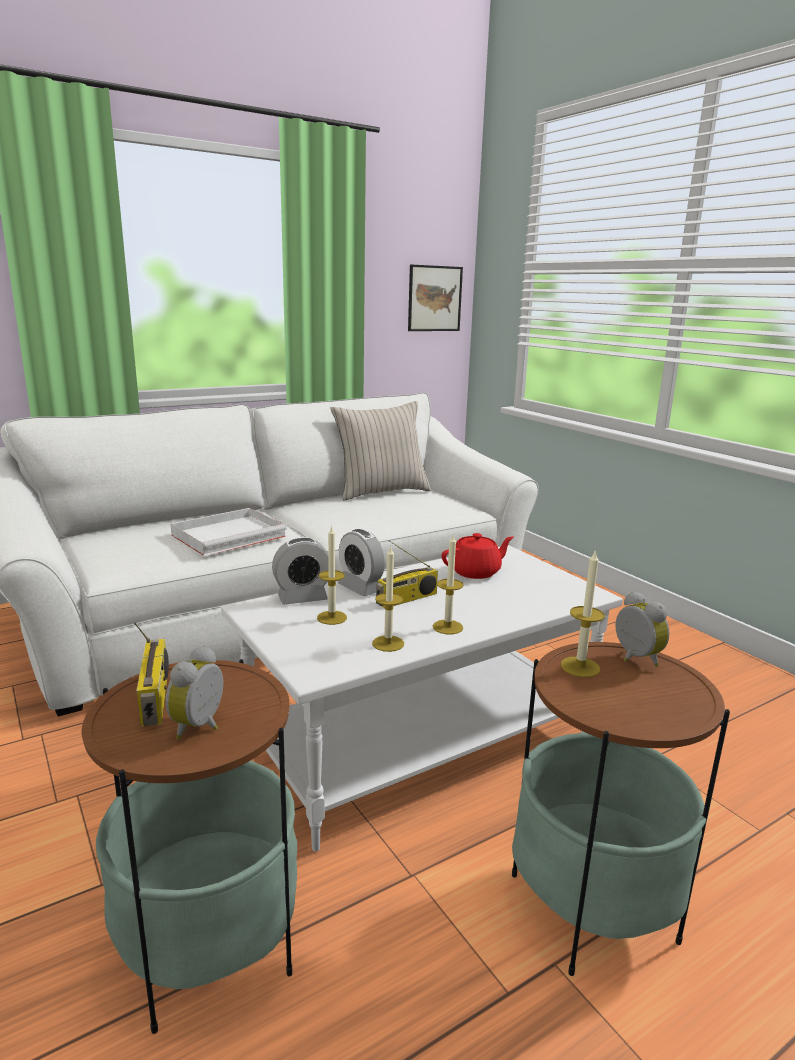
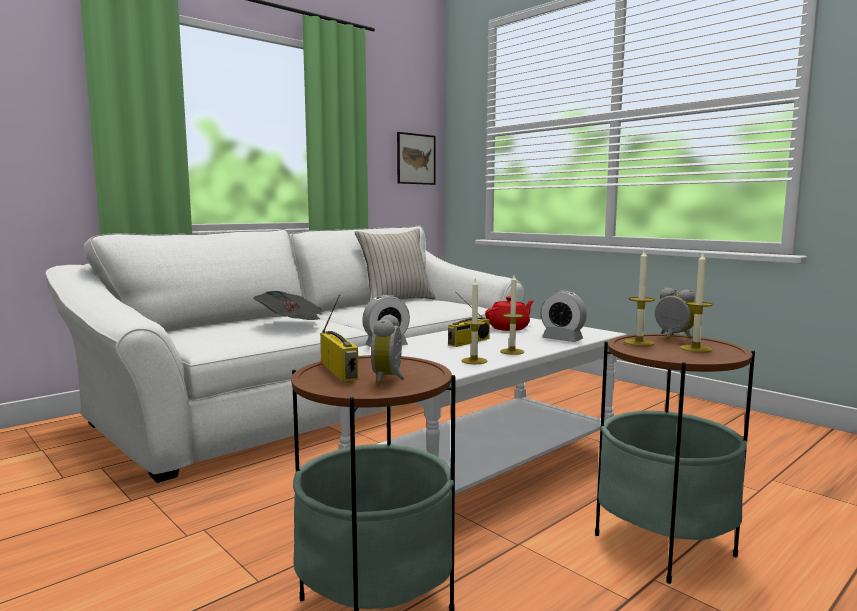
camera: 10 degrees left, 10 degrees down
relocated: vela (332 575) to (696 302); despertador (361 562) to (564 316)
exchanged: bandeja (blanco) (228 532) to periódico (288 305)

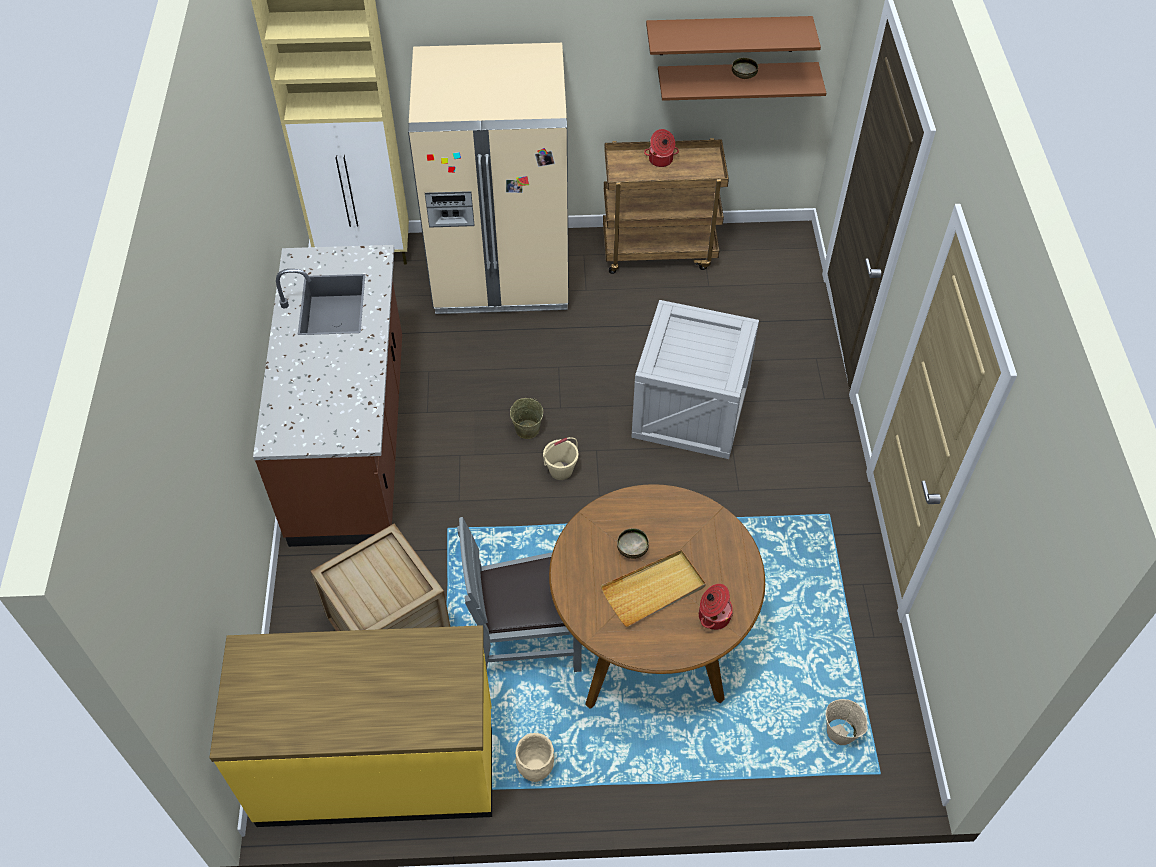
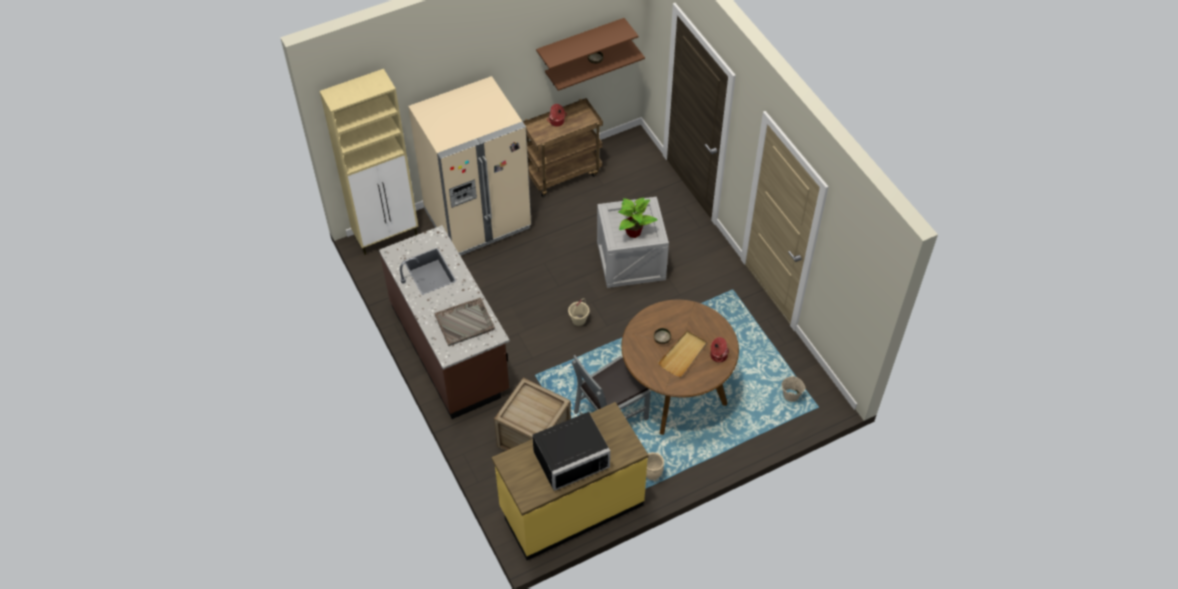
camera: 25 degrees left, 0 degrees up
missing: cubo (beis) (526 418)
appeared: bandeja (gris) (465 322); microondas (negro) (571 451); planta en maceta (638 218)

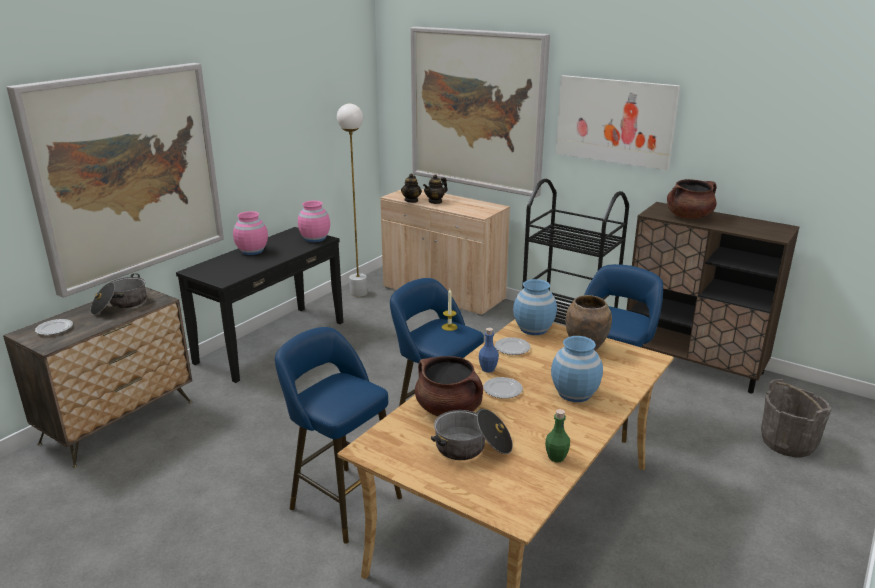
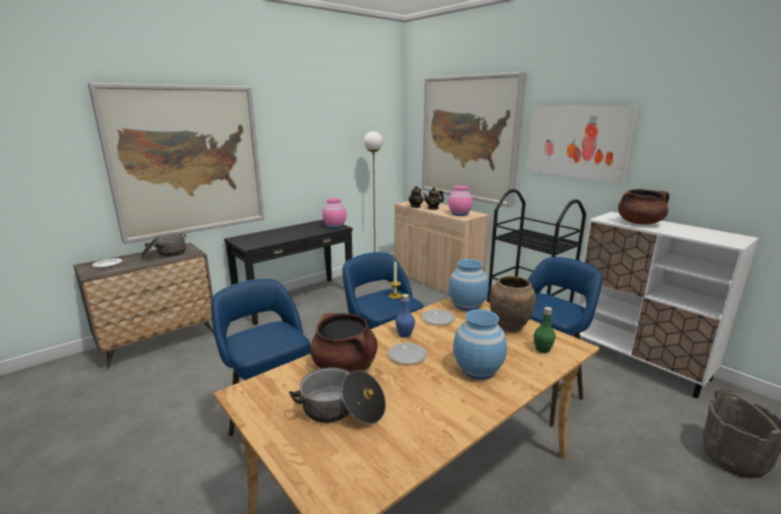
camera: 15 degrees right, 5 degrees down
relocated: florero (rosa) (250 233) to (460 201); botella (verde) (557 436) to (545 330)
colour: armario (marrón) (712 298) to armario (blanco) (667 305)

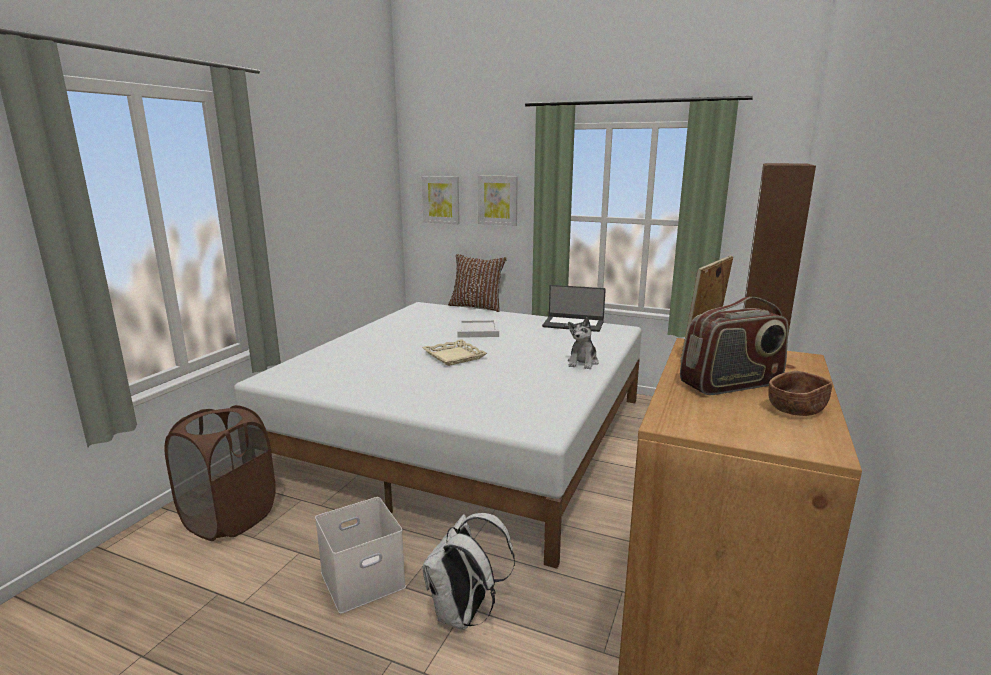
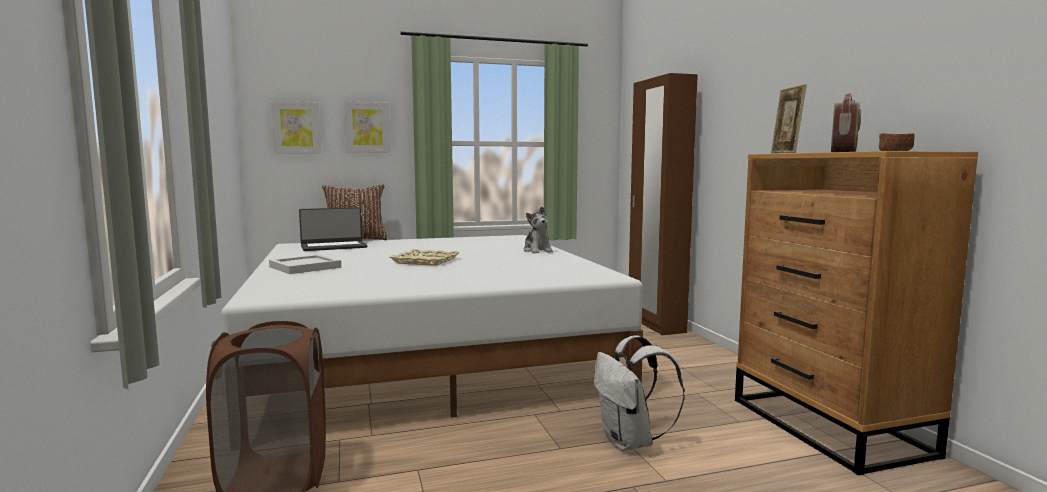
camera: 40 degrees left, 10 degrees down
missing: caja de almacenaje (blanco) (360 555)
relocated: bandeja (blanco) (478 329) to (305 264); portátil (574 308) to (333 229)

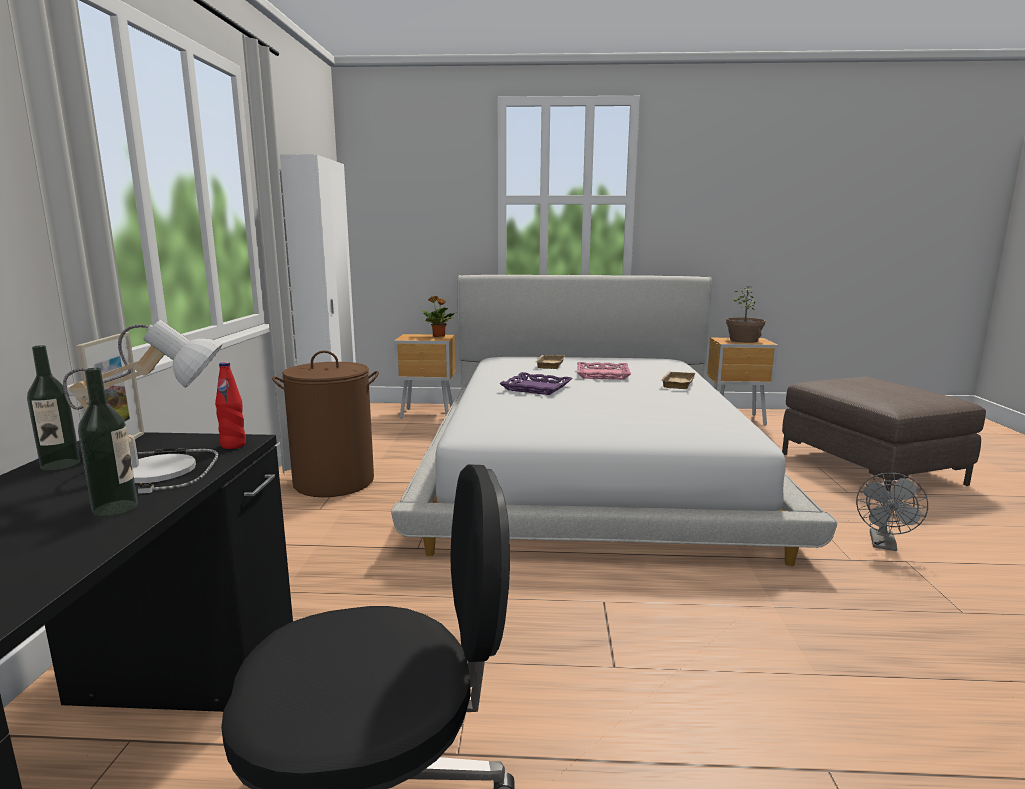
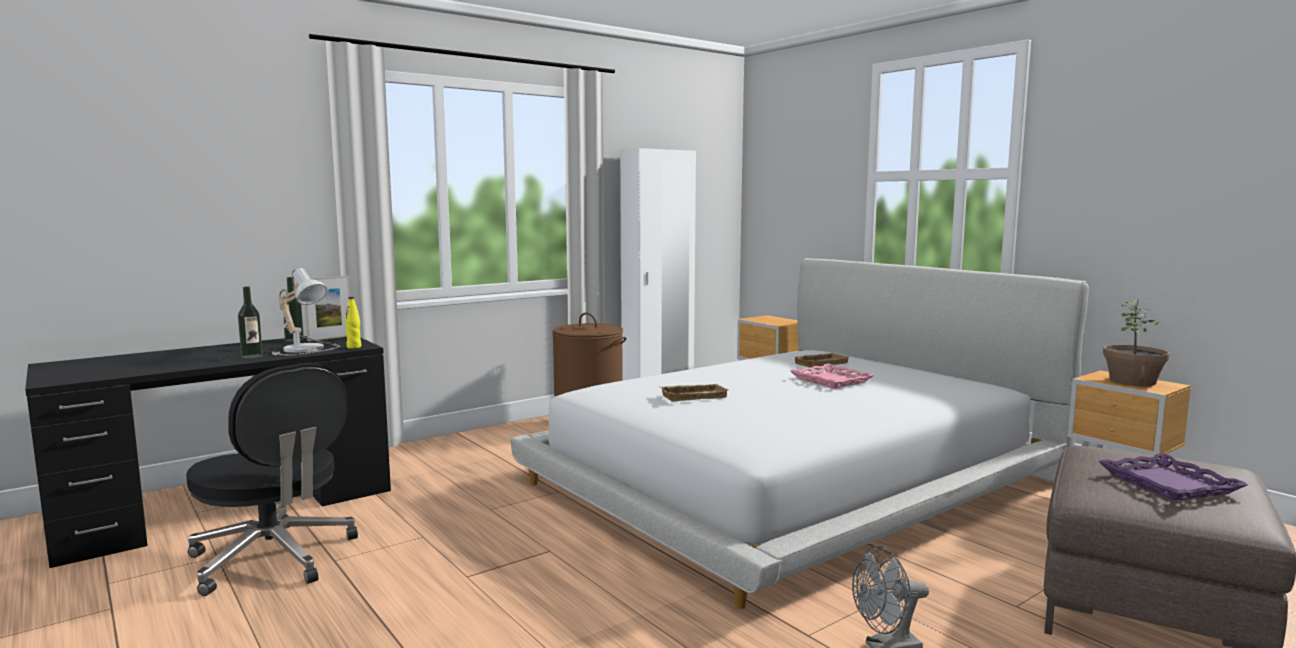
camera: 50 degrees right, 5 degrees down
missing: planta en maceta (439 316)
relocated: bandeja (morado) (535 383) to (1173 477); bandeja (beis) (678 380) to (694 392)
colour: botella (rojo) (230 405) to botella (amarillo) (353 323)

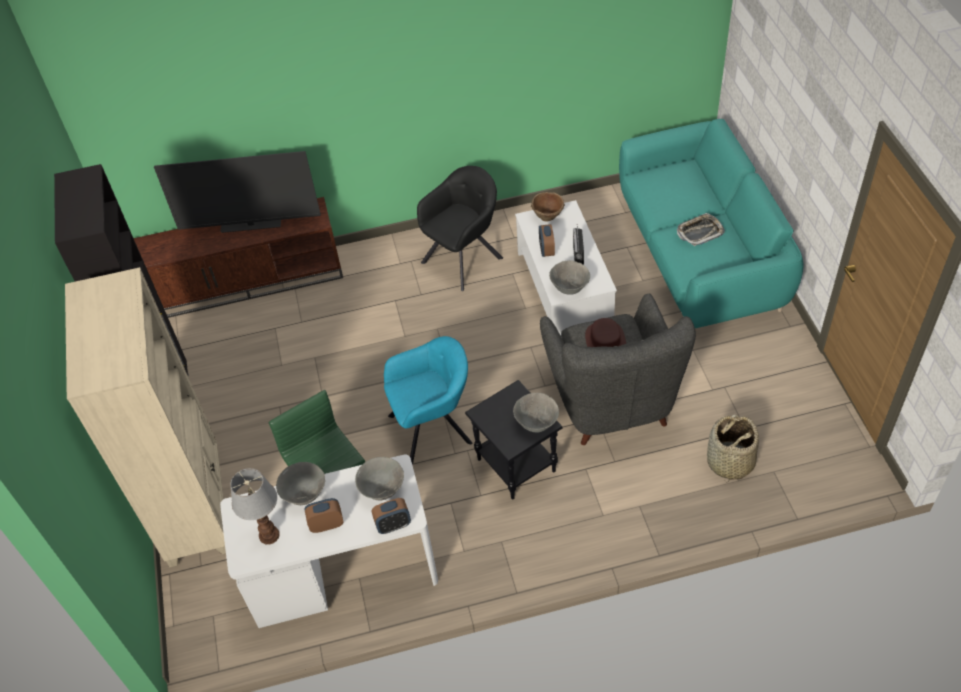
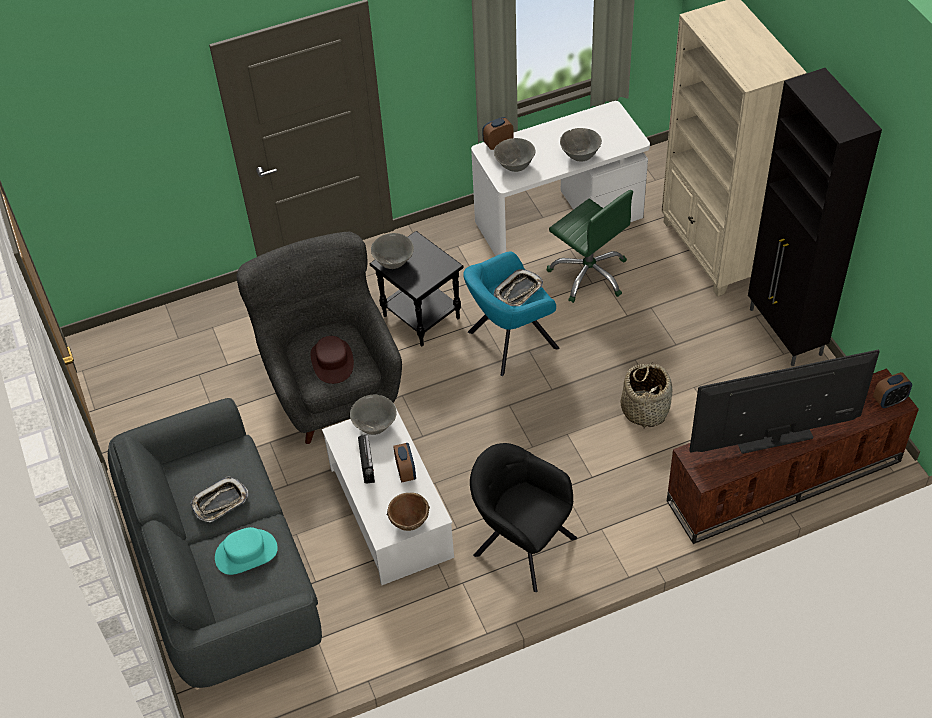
camera: 170 degrees right, 0 degrees up
missing: lámpara de mesa (255 506)
appeared: sombrero (turquesa) (246 551); bandeja (518 287)
relocated: despertador (323 515) to (892 390); cesta (733 448) to (647 396)
colour: sofá (turquesa) (711 223) to sofá (gris) (215 544)
spun: sillón (negro) (460 228) = (523 517) 90 degrees clockwise

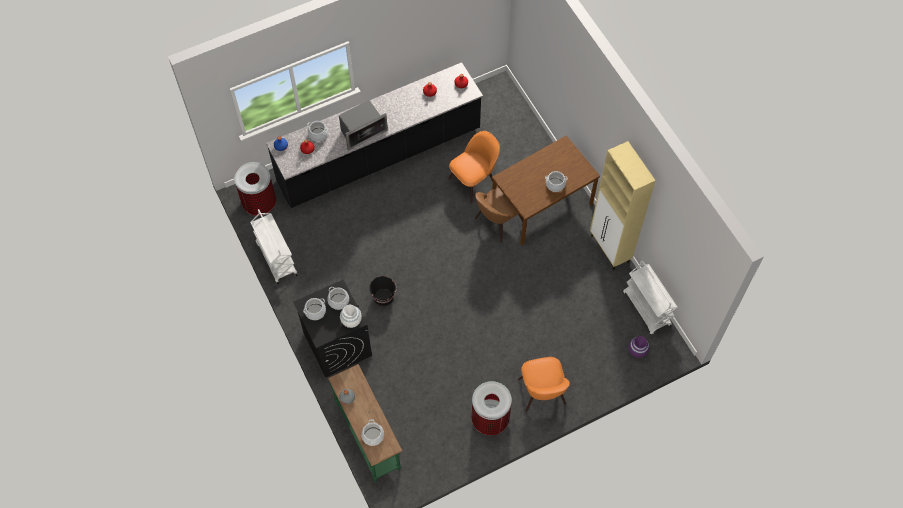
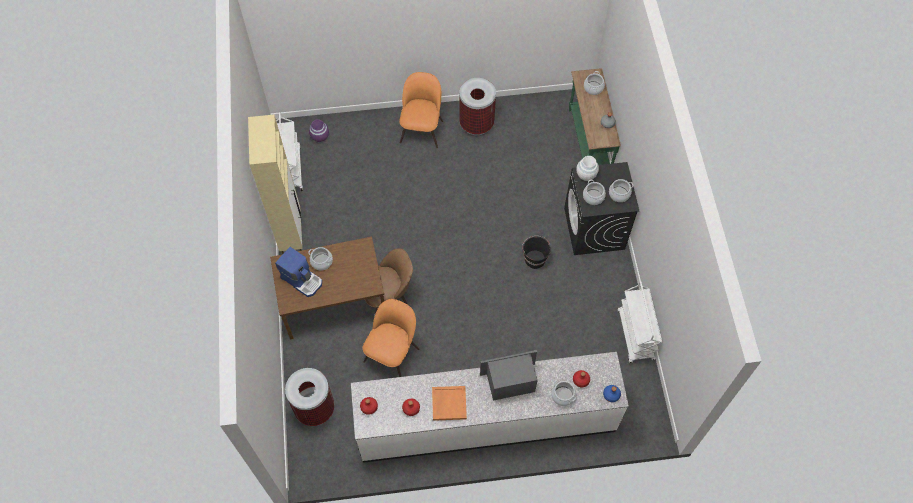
camera: 160 degrees left, 0 degrees up
appeared: cafetera (298 272); bandeja (naranja) (449 403)
relocated: papelera (255 189) to (309 397)
colour: mueble bajo de cocina (negro) (374 135) to mueble bajo de cocina (blanco) (490 407)
spun: silla (naranja) (474 167) = (391 338) 135 degrees clockwise

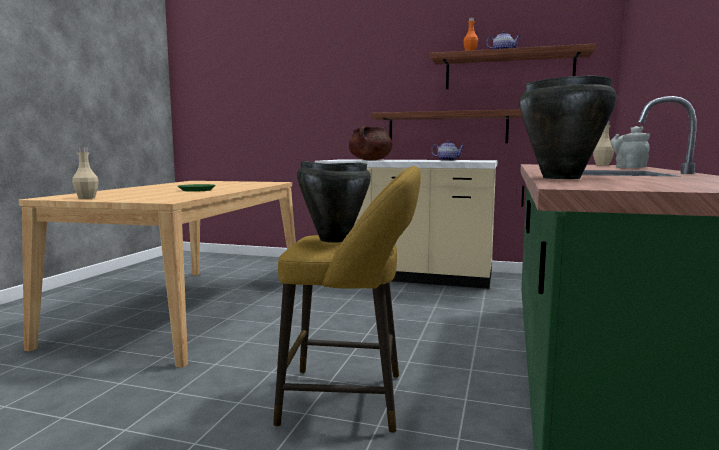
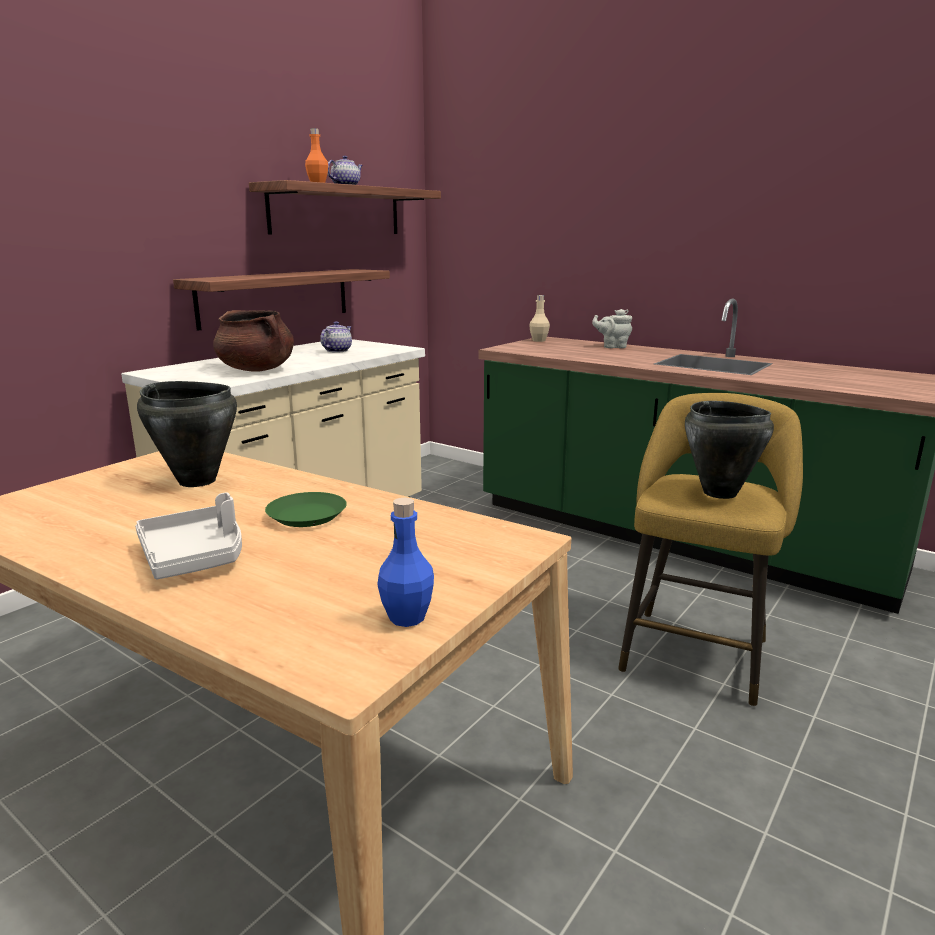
camera: 70 degrees left, 10 degrees up
appeared: bandeja (gris) (188 535)
relocated: olla (negro) (568 127) to (187 434)
colour: botella (beis) (85 173) to botella (azul) (405 562)

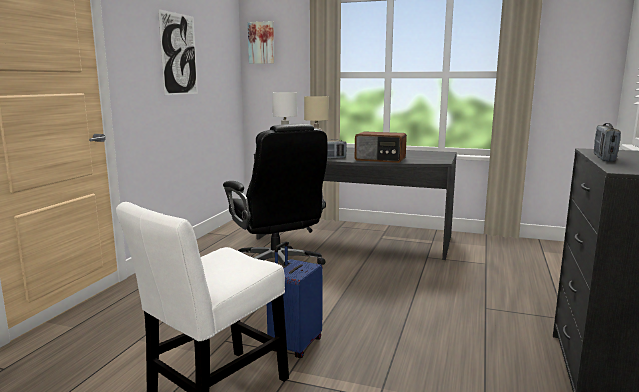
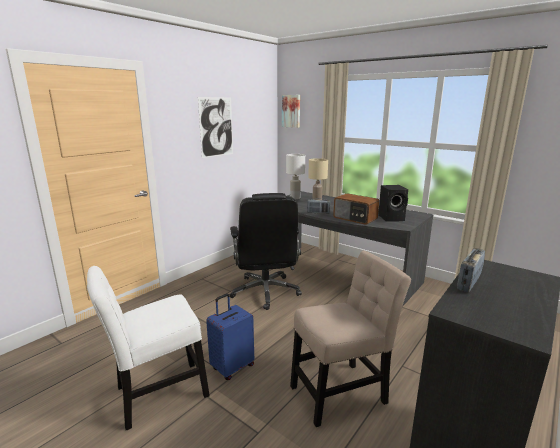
camera: 20 degrees right, 5 degrees up
appeared: silla (beis) (350 338); altavoz (negro) (393 203)

